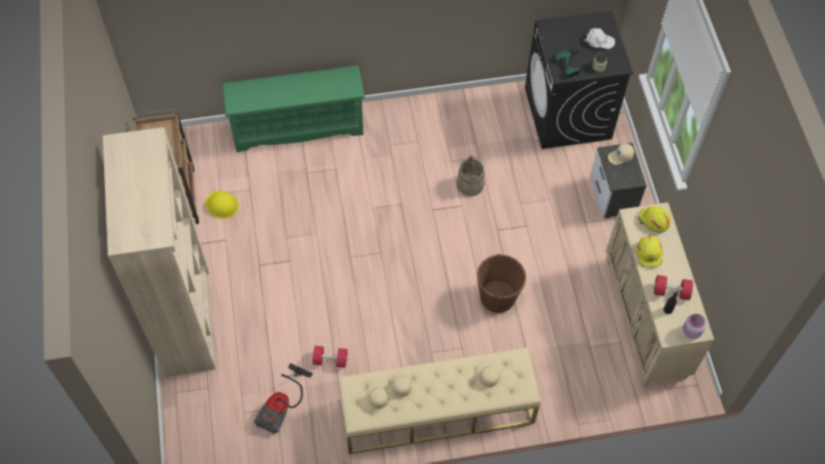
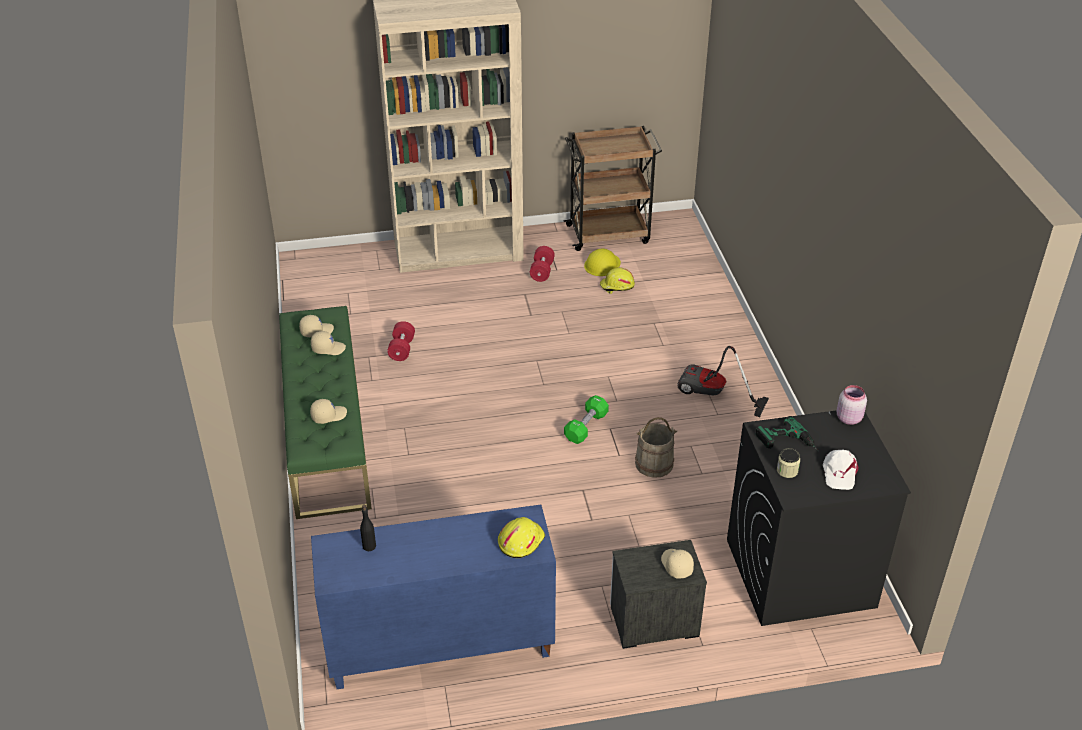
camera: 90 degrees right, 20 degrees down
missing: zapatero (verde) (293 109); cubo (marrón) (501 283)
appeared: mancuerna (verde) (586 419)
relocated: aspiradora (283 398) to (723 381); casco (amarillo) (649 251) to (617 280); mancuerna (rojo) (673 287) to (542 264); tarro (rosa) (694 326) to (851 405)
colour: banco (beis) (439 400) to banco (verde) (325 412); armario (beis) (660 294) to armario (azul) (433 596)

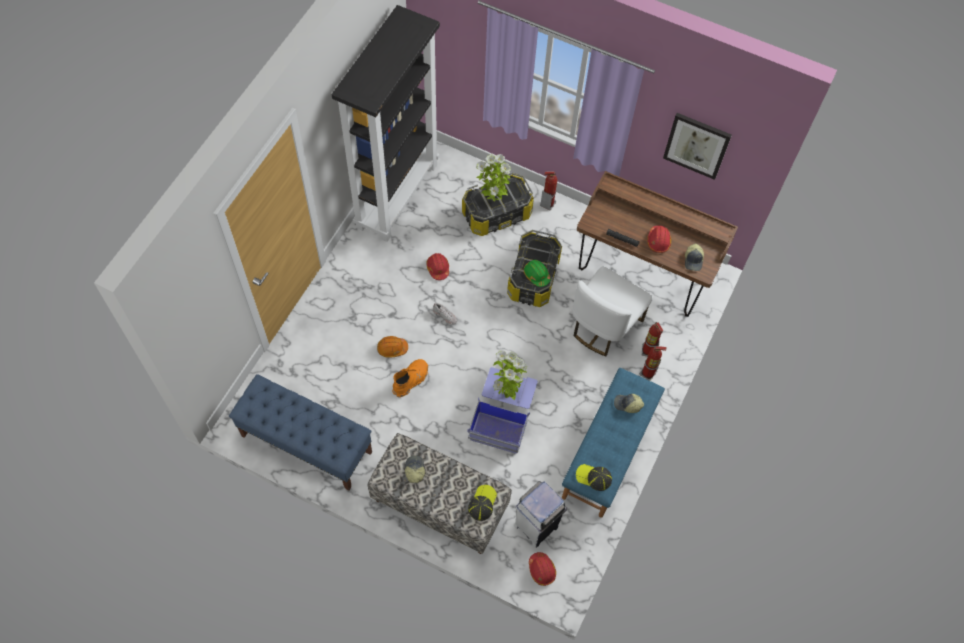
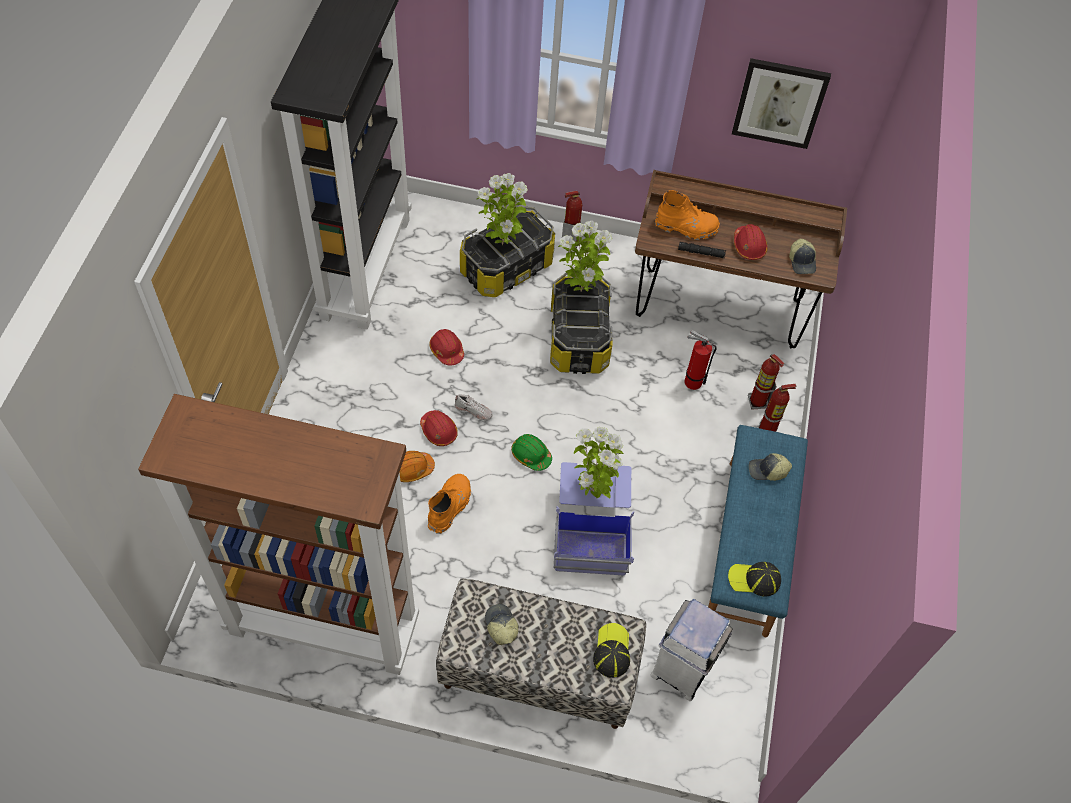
camera: 15 degrees left, 5 degrees down
appeared: planta en maceta (585 256); bota (naranja) (687 215)
relocated: casco (verde) (537 273) to (531 452); casco (rojo) (542 569) to (439 428)
exchanged: banco (azul) (300 432) to estantería (marrón) (278 534); silla (blanco) (612 311) to extintor (700 360)

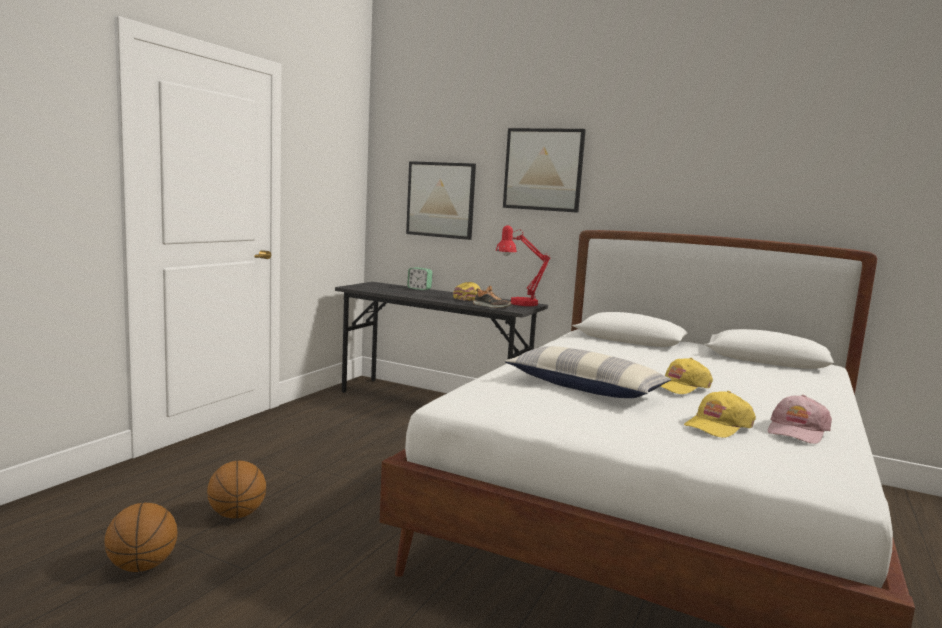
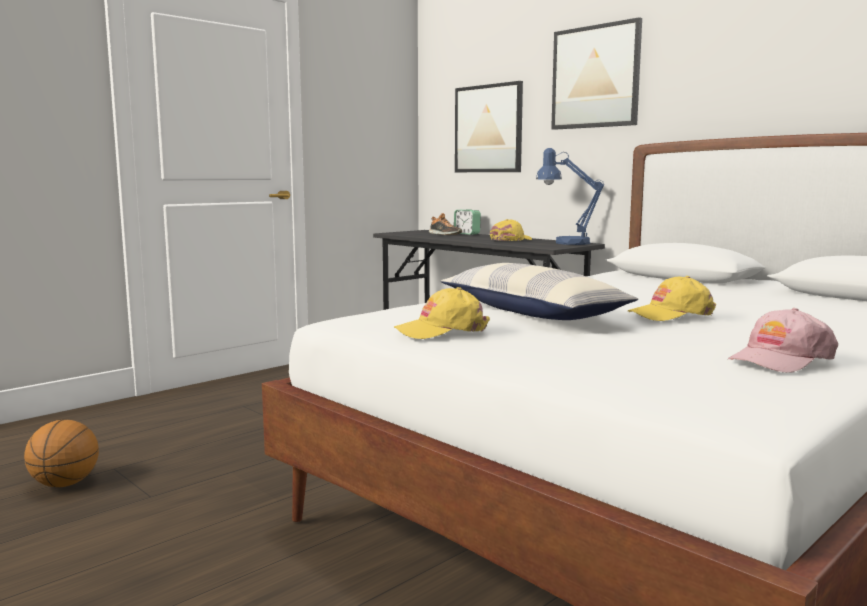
camera: 20 degrees right, 0 degrees up
missing: balón de baloncesto (236 489)
relocated: zapato (492 297) to (445 224); gorra (amarillo) (720 414) to (442 313)
colour: lámpara de mesa (rojo) (523 265) to lámpara de mesa (azul) (570 196)

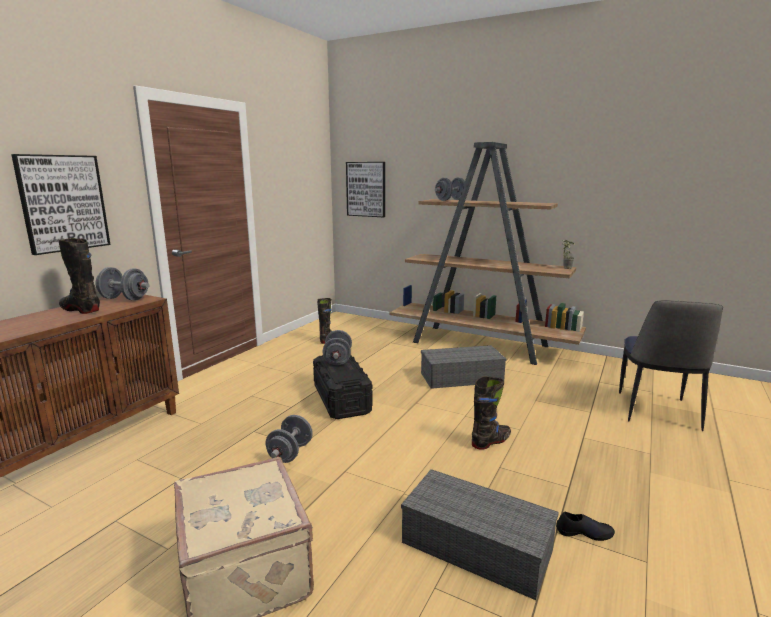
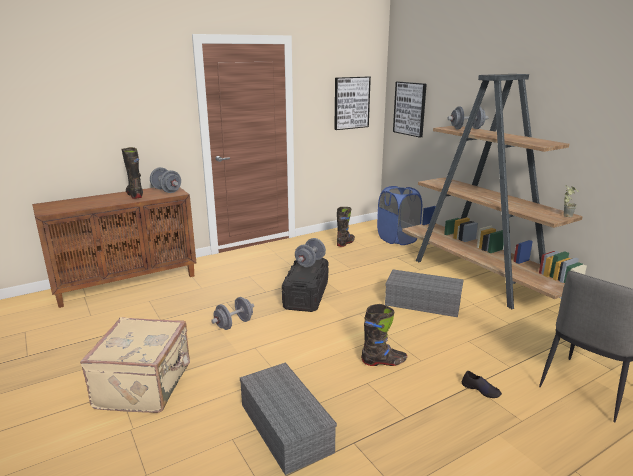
camera: 30 degrees right, 5 degrees up
appeared: cesto de la ropa (azul) (399 215)
relocated: cuadro (61 204) to (352 103); zapato (negro) (585 526) to (482 384)

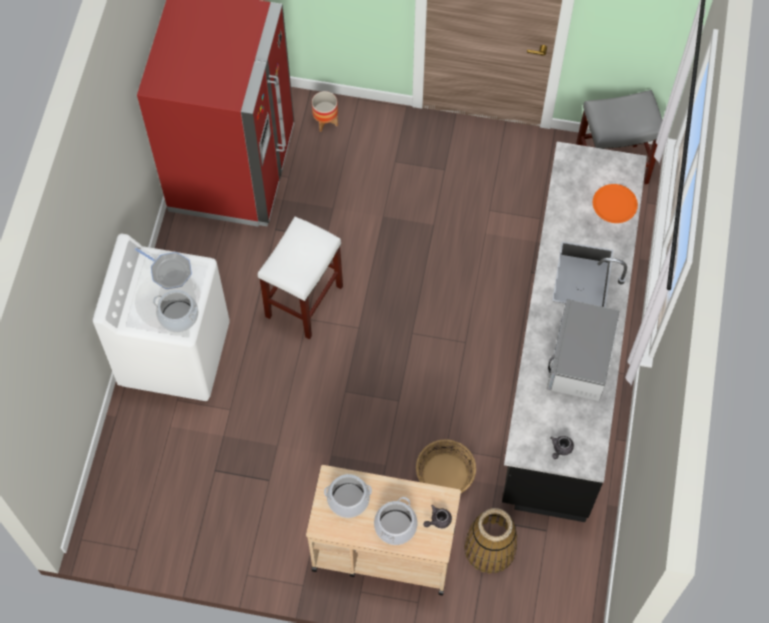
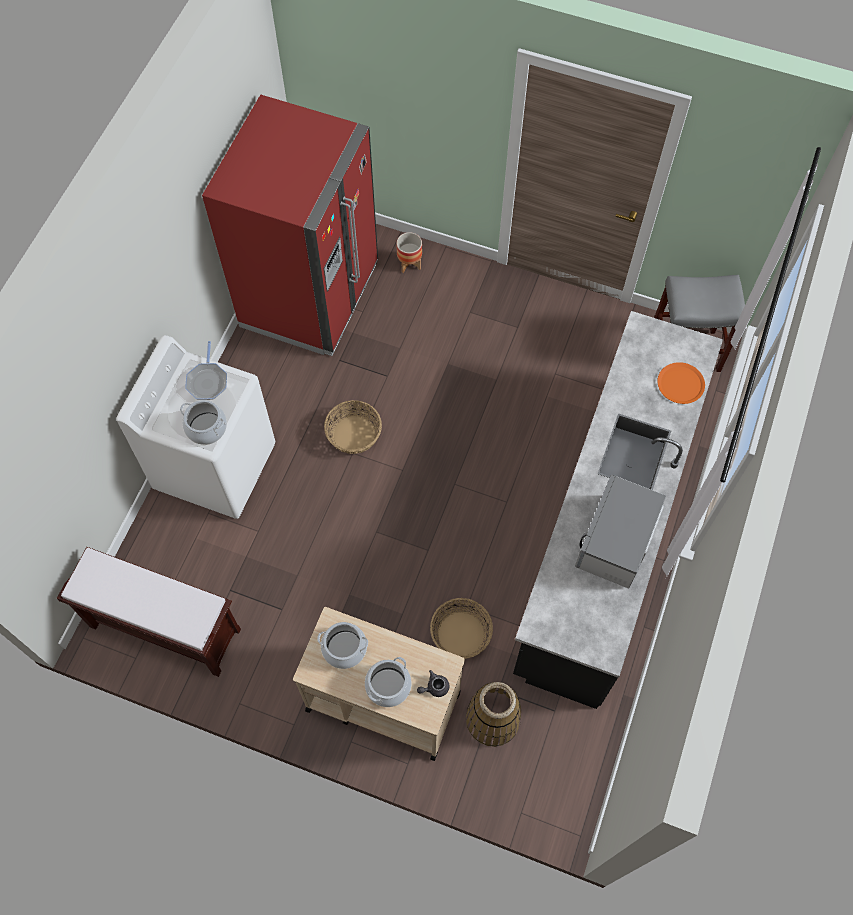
camera: 10 degrees right, 0 degrees up
missing: tetera (gris) (562 447)
appeared: banco (marrón) (149 612)
exchanged: taburete (blanco) (300 278) to cesta (353 427)
spun: sartén (163 268) = (206 370) 45 degrees clockwise

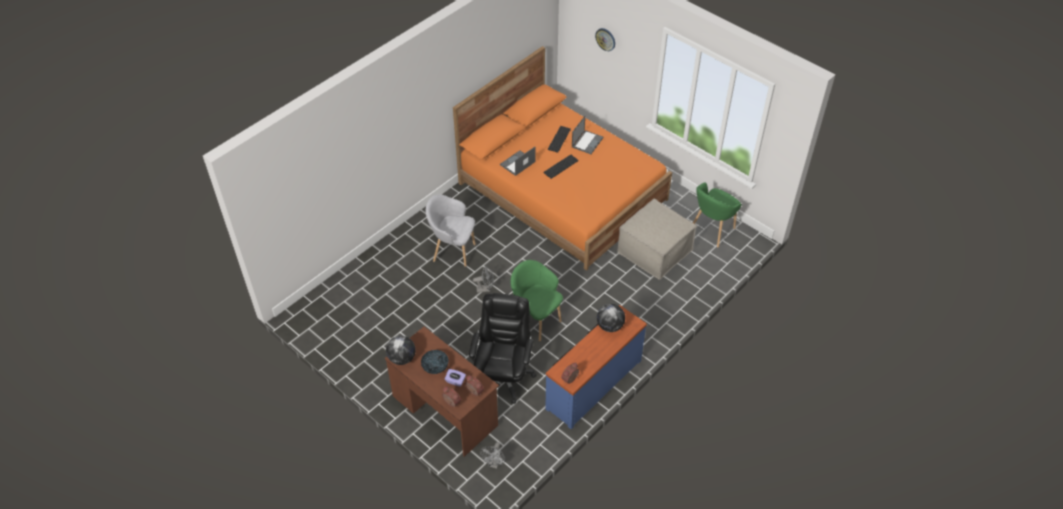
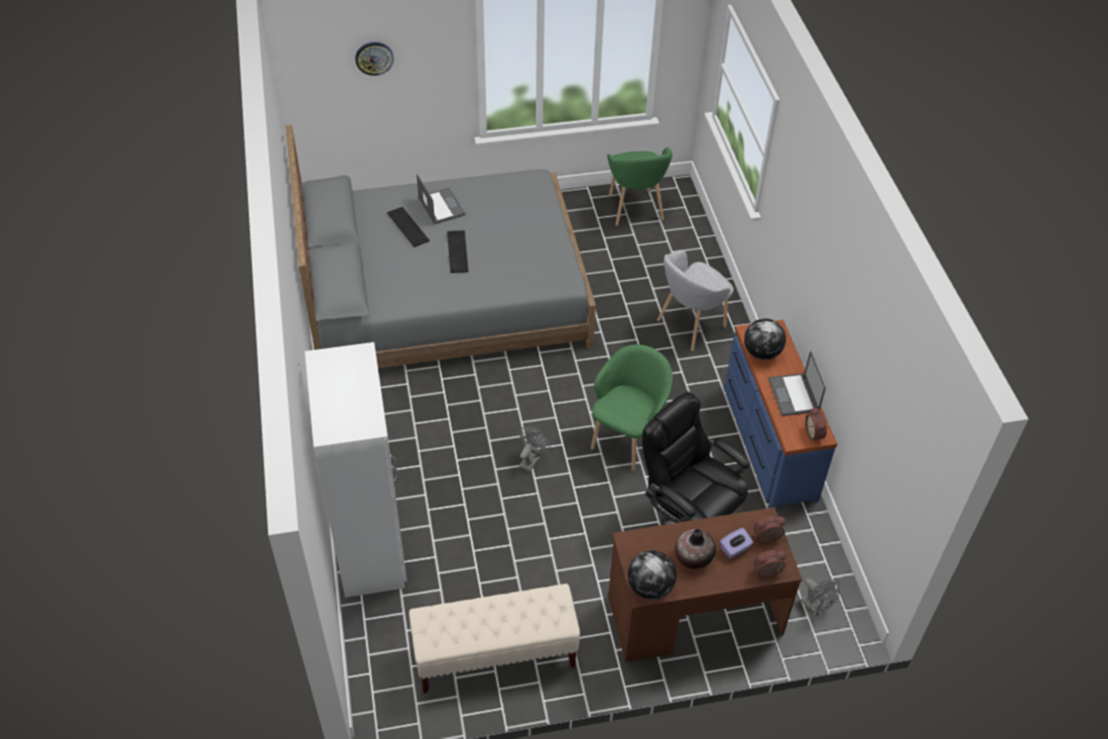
camera: 55 degrees left, 0 degrees up
missing: puf (beis) (657 239)
appeared: armario ropero (blanco) (356 470); banco (beis) (494 638)
relocated: sillón (gris) (451 230) to (695 301); portátil (518 161) to (797 383)
exchanged: cuenco (435 362) to florero (695 549)
colour: cama (naranja) (562 158) to cama (gris) (441 246)
spun: sillón (verde) (537 300) = (632 407) 135 degrees clockwise

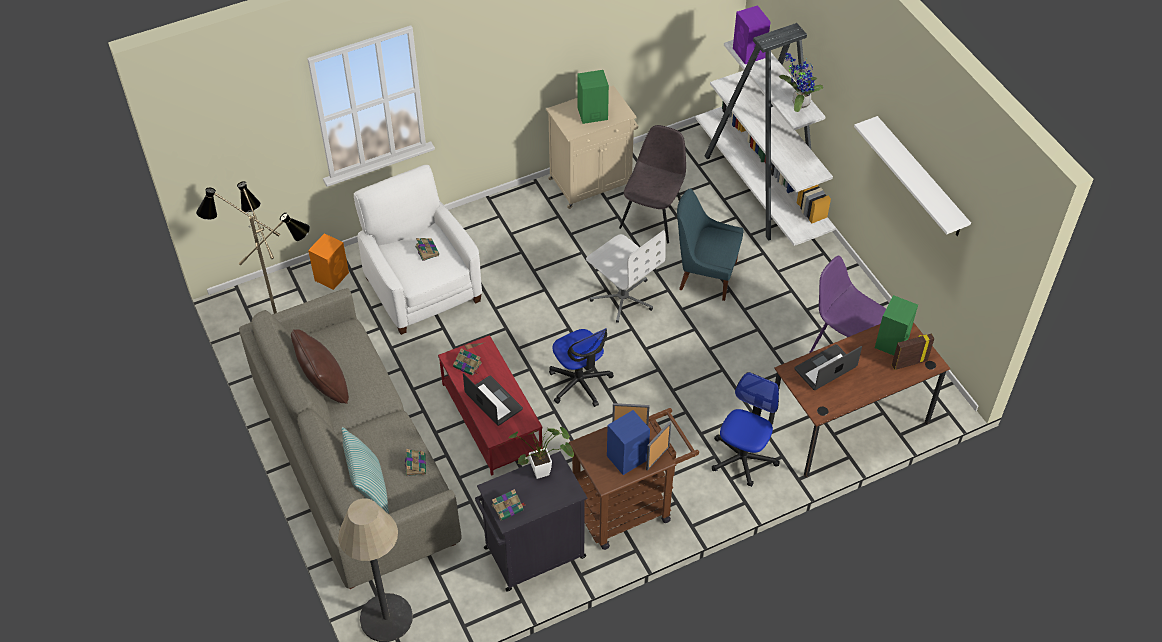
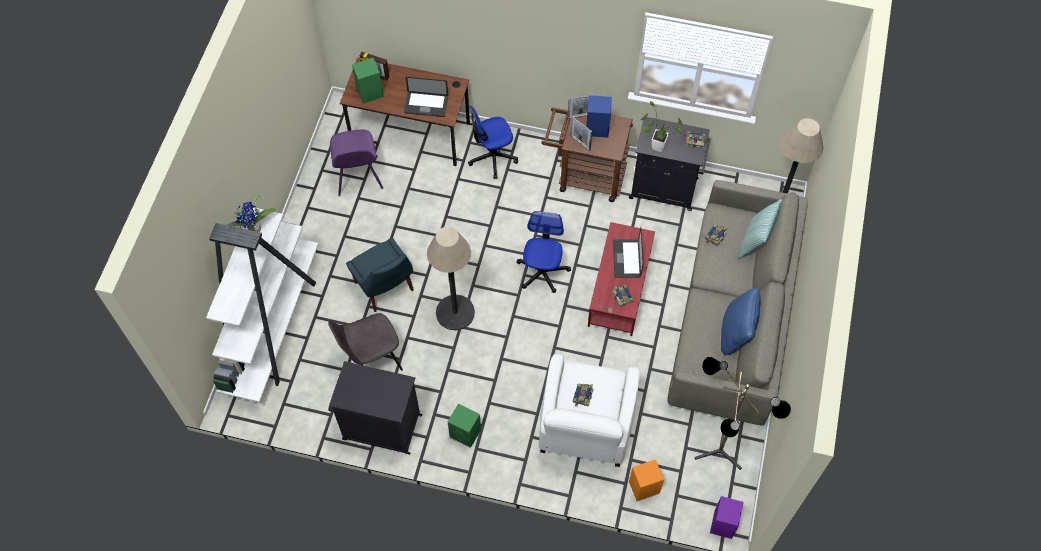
camera: 140 degrees left, 10 degrees up
missing: estante (blanco) (912 176)
relocated: altavoz (verde) (593 97) to (464 426); altavoz (morado) (752 34) to (726 517)
exchanged: silla de oficina (blanco) (626 276) to lámpara de pie (451 278)
colour: cojín (marrón) (320 366) to cojín (azul) (740 321); armario (beis) (592 147) to armario (negro) (375 408)

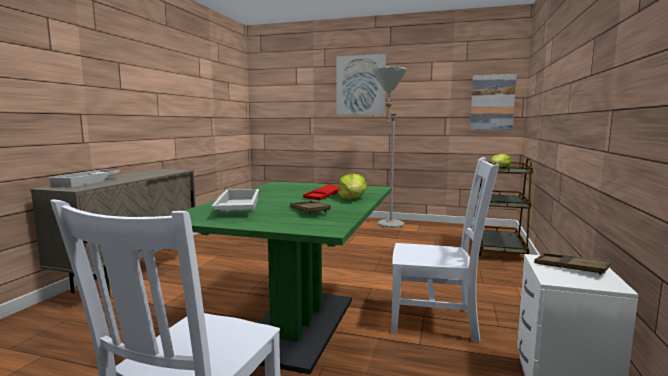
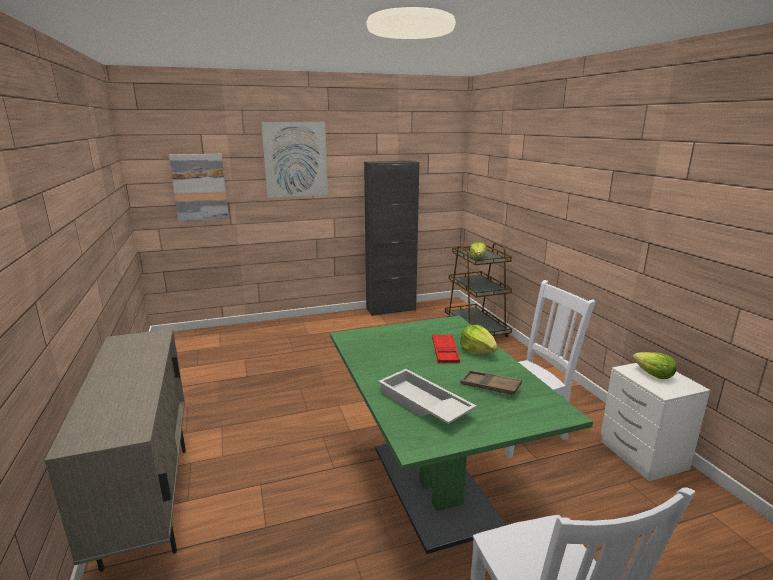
camera: 35 degrees left, 10 degrees up
missing: bandeja (blanco) (84 178); lámpara de pie (gris) (389 147)
appeared: armario (negro) (391 238)
relocated: cuadro (493 102) to (199 187)
exchanged: bandeja (marrón) (572 264) to lechuga (655 365)

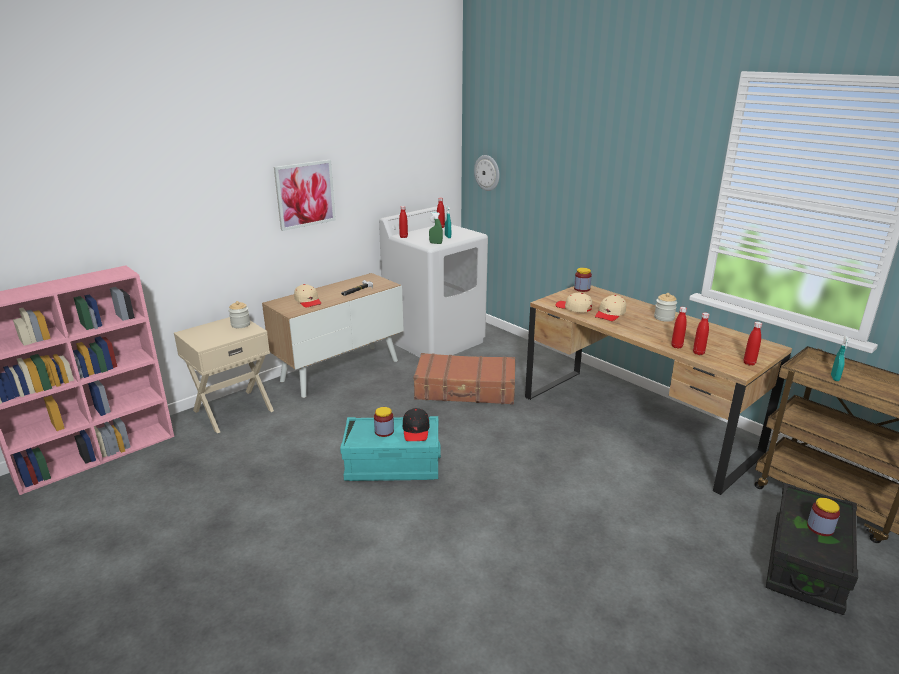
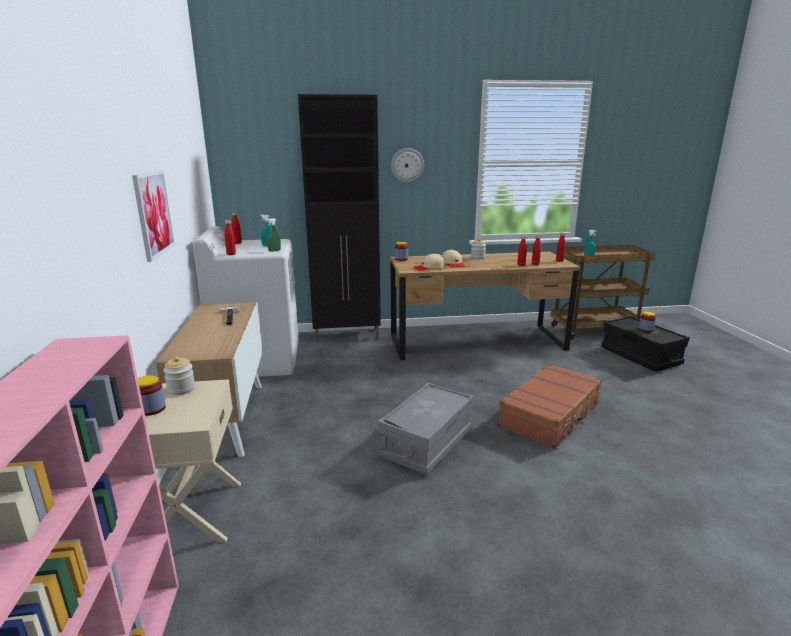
camera: 55 degrees left, 5 degrees down
missing: gorra (beis) (307 296); gorra (negro) (416 424)
appeared: armario (negro) (339 218)
relocated: tarro (384 422) to (152 395); maleta (marrón) (464 379) to (550 406); reloj de pared (486 173) to (407 165)
colour: caja de almacenaje (turquesa) (390 448) to caja de almacenaje (gris) (426 429)

